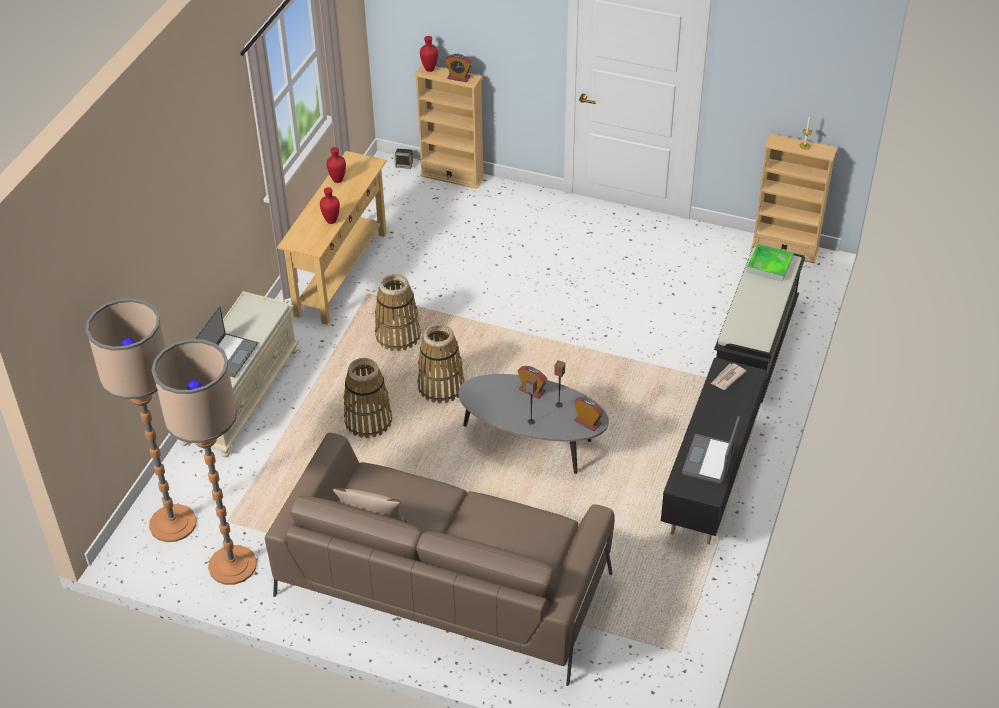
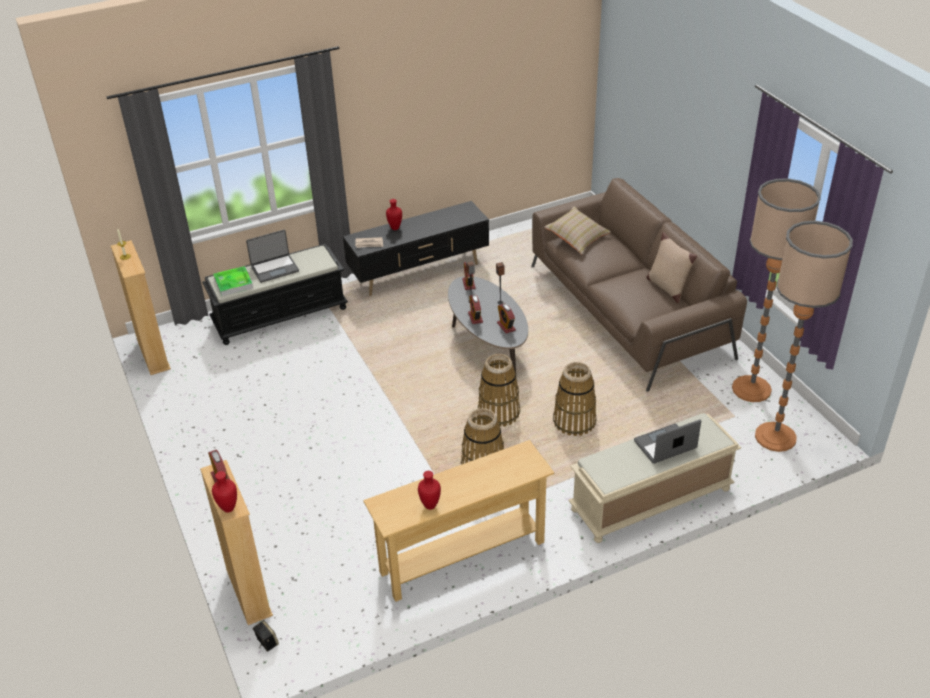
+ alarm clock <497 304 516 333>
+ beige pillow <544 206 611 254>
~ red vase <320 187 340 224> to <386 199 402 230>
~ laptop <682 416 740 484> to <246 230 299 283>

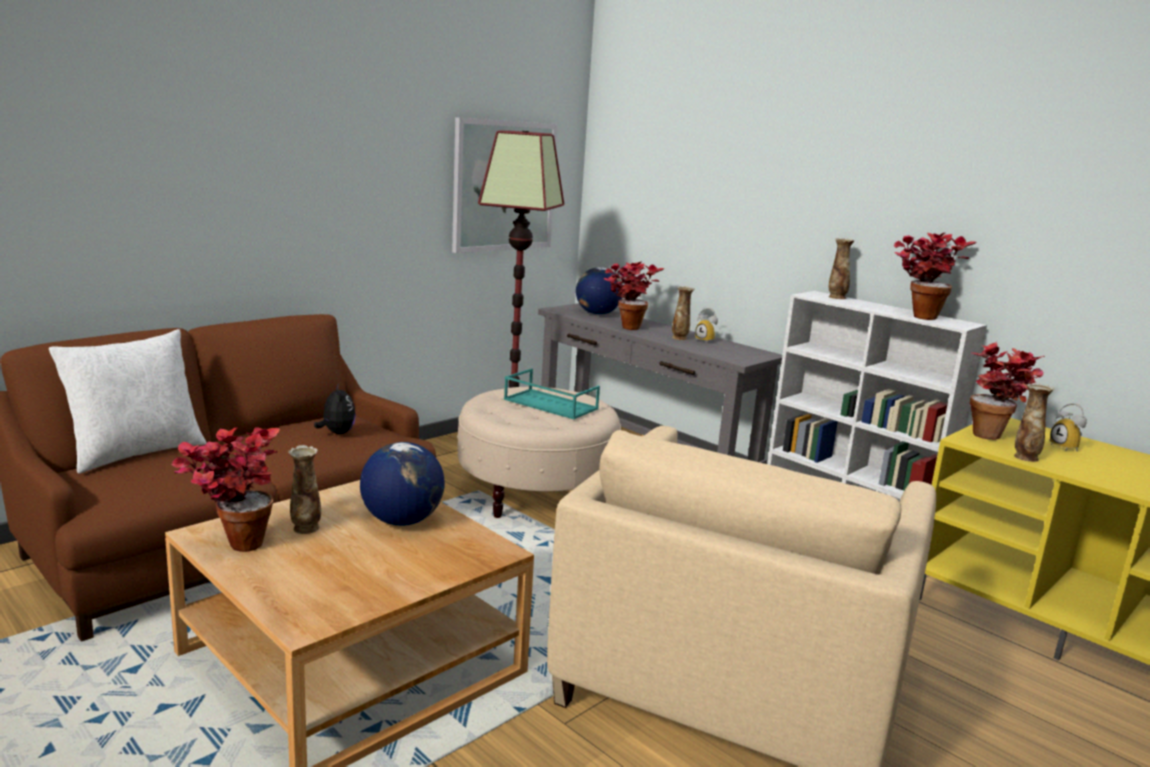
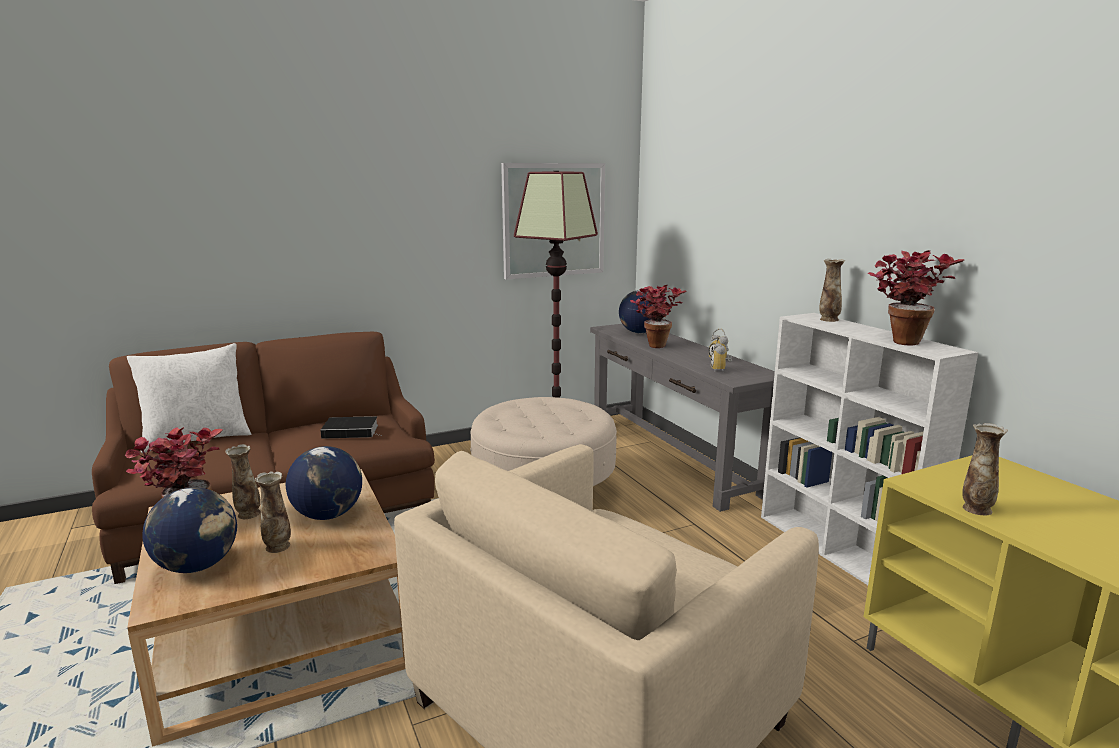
- turquoise tray <504 369 600 419>
- potted plant <970 342 1046 440>
+ globe <143 487 237 573>
~ vase <672 286 695 340> to <255 471 291 553>
~ alarm clock <1050 403 1087 451> to <711 337 732 373>
~ plush toy <314 384 356 434> to book <320 416 380 439>

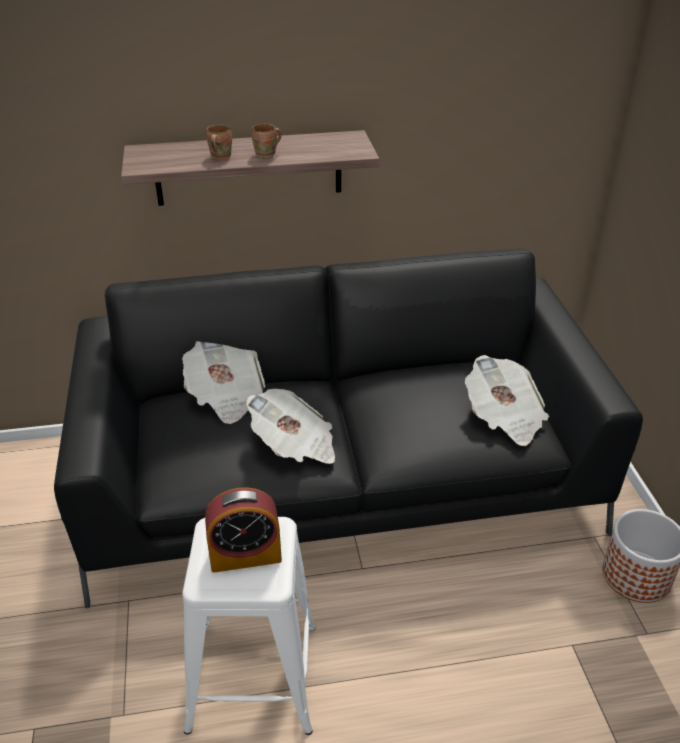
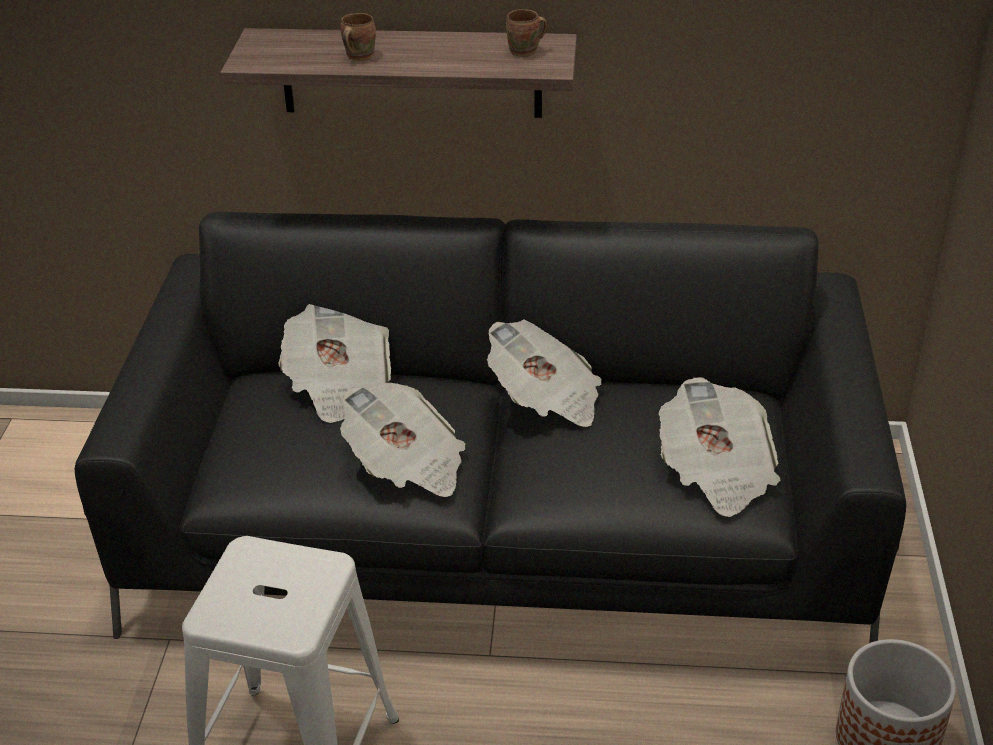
- alarm clock <205 487 282 573>
+ newspaper <487 319 602 427>
~ brown mug <252 123 282 158> to <506 9 548 57>

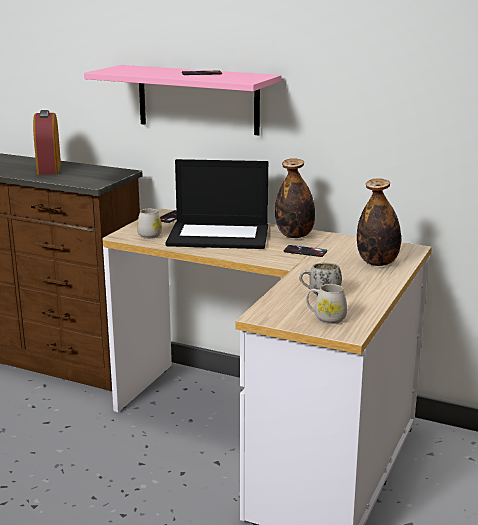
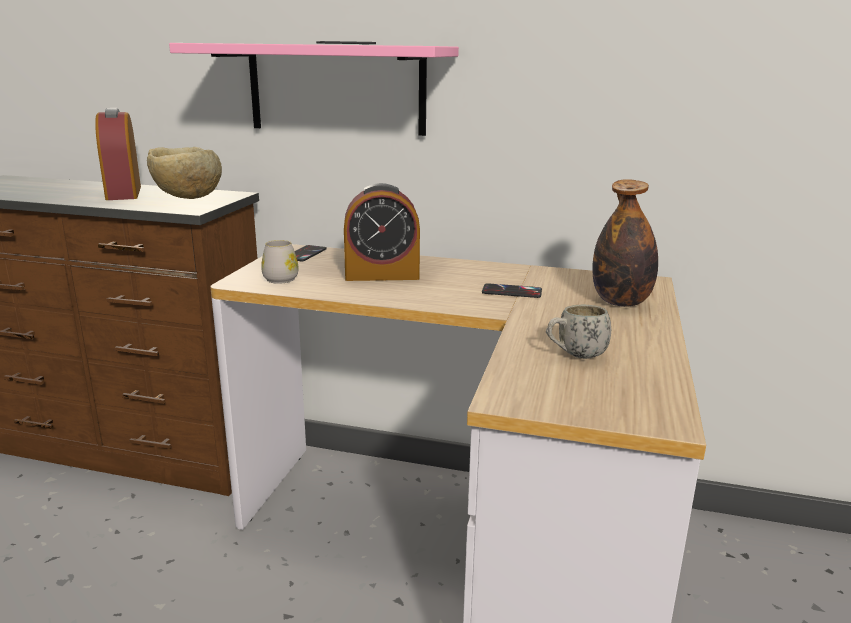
- bottle <275 158 315 238>
- white mug <306 284 347 324>
+ beige bowl <147 147 222 199>
~ laptop <166 159 268 249> to alarm clock <344 183 420 281>

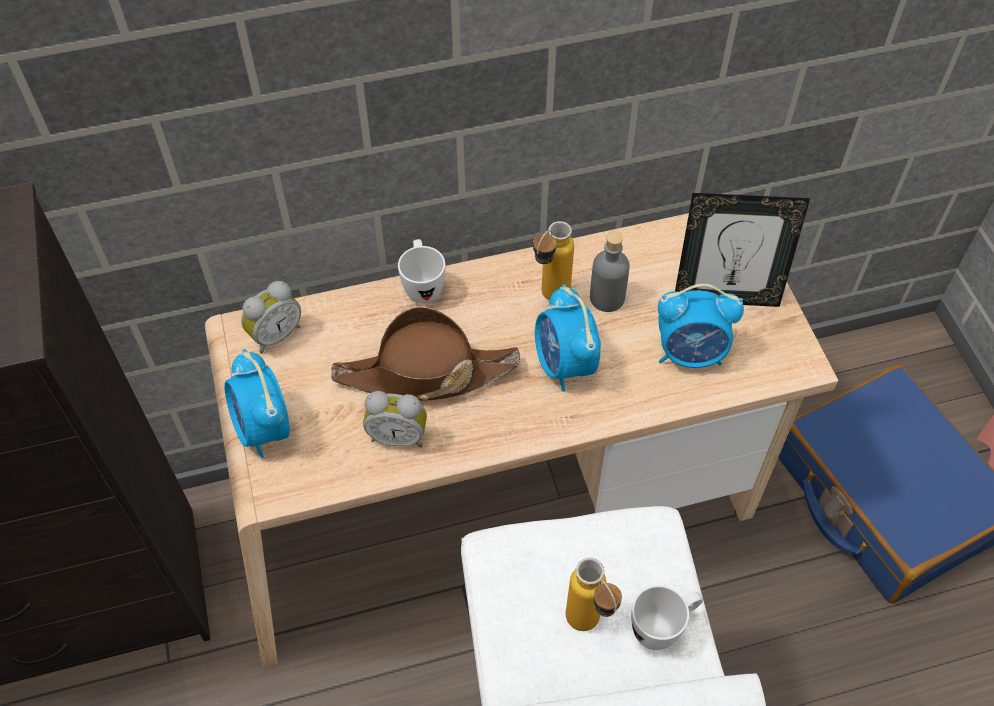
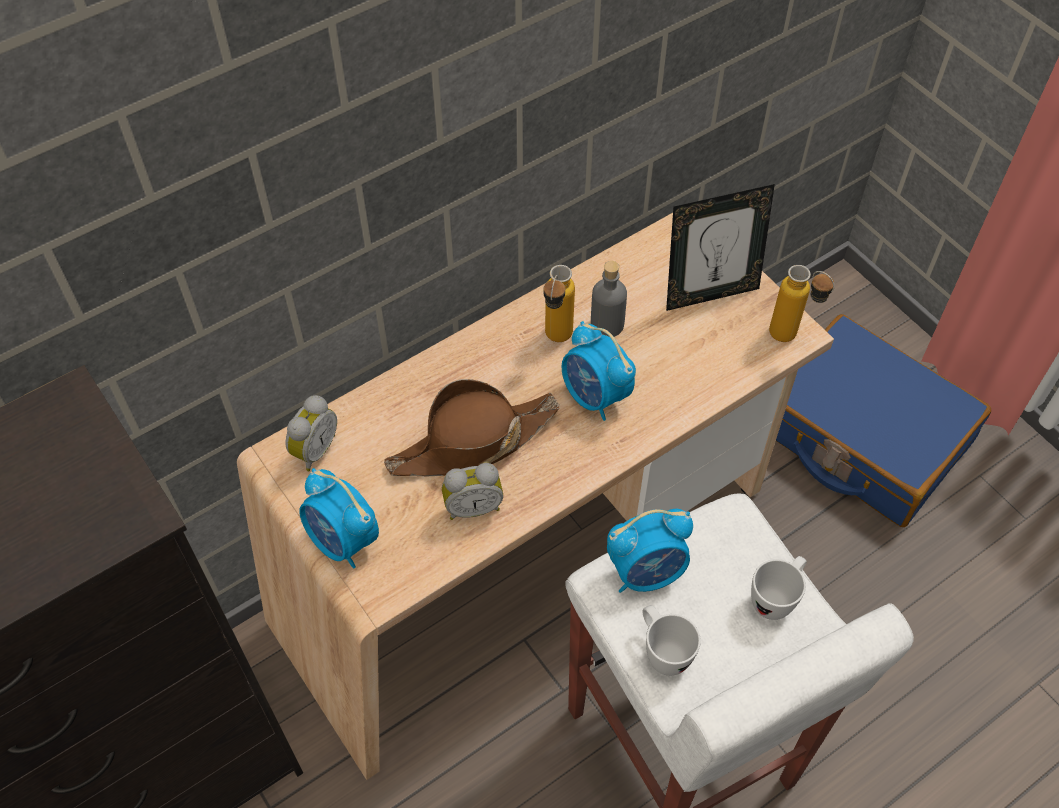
~ white mug <398 239 446 304> to <642 605 701 676>
~ bottle <566 558 622 631> to <769 265 835 342>
~ alarm clock <658 284 744 368> to <607 509 693 593>

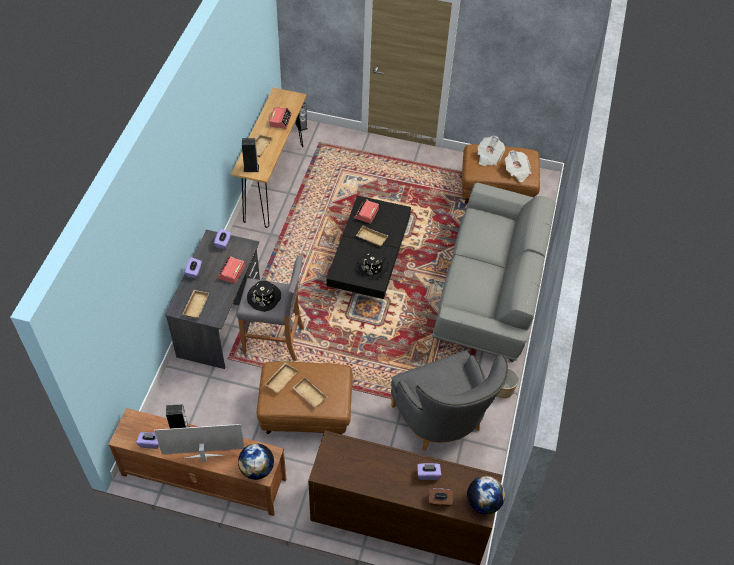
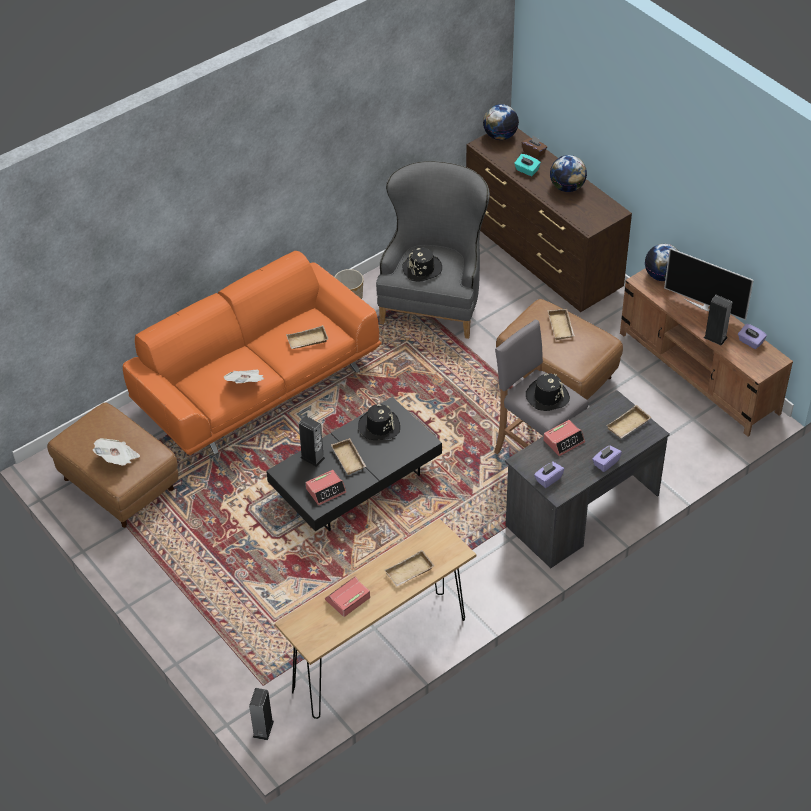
+ black hat <402 247 442 282>
+ globe <550 155 587 192>
~ speaker <242 138 259 172> to <299 416 325 467>
~ beige tray <264 363 298 393> to <286 325 328 349>
~ newspaper <505 150 532 182> to <224 369 264 383>
~ purple tissue box <417 463 441 480> to turquoise tissue box <514 154 541 176>
~ grey sofa <432 183 556 362> to orange sofa <123 251 382 455>

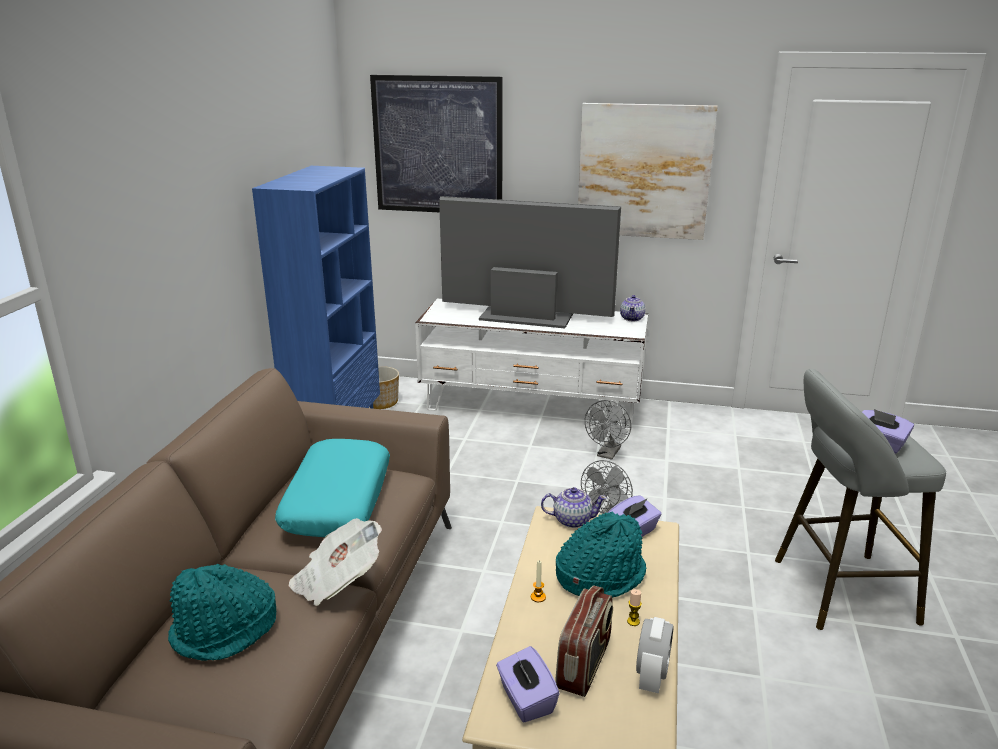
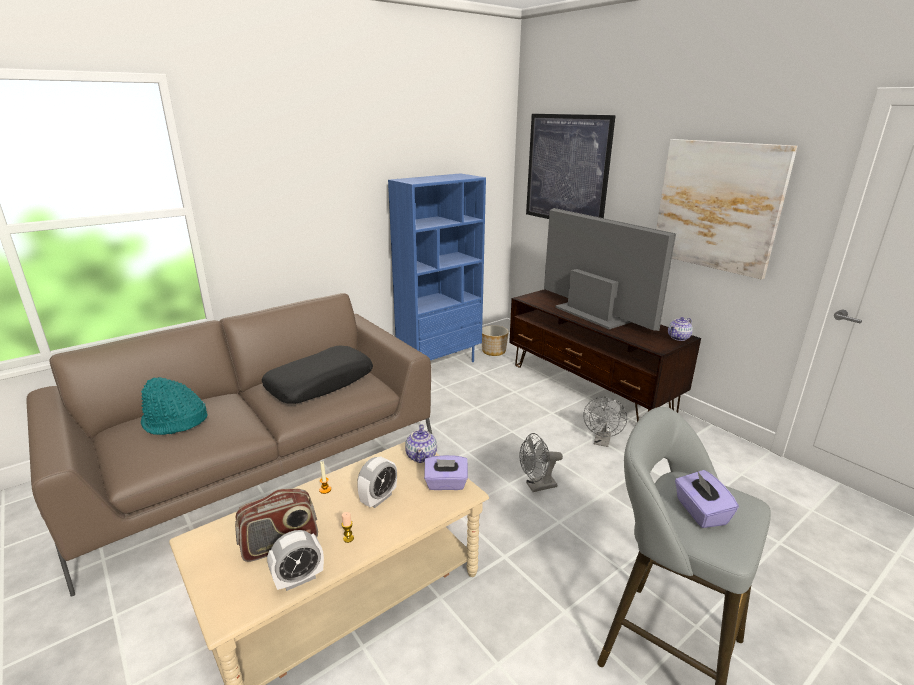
- newspaper <289 518 382 606>
- purple tissue box <496 646 560 722>
~ turquoise hat <556 511 646 598> to alarm clock <357 456 397 508>
~ turquoise pillow <275 439 390 537> to black pillow <262 346 373 404>
~ white tv stand <415 299 648 430> to brown tv stand <509 289 701 422>
~ teapot <541 487 607 528> = <405 424 437 463> 45 degrees clockwise
~ grey fan <585 400 631 460> = <584 397 627 447> 45 degrees counterclockwise

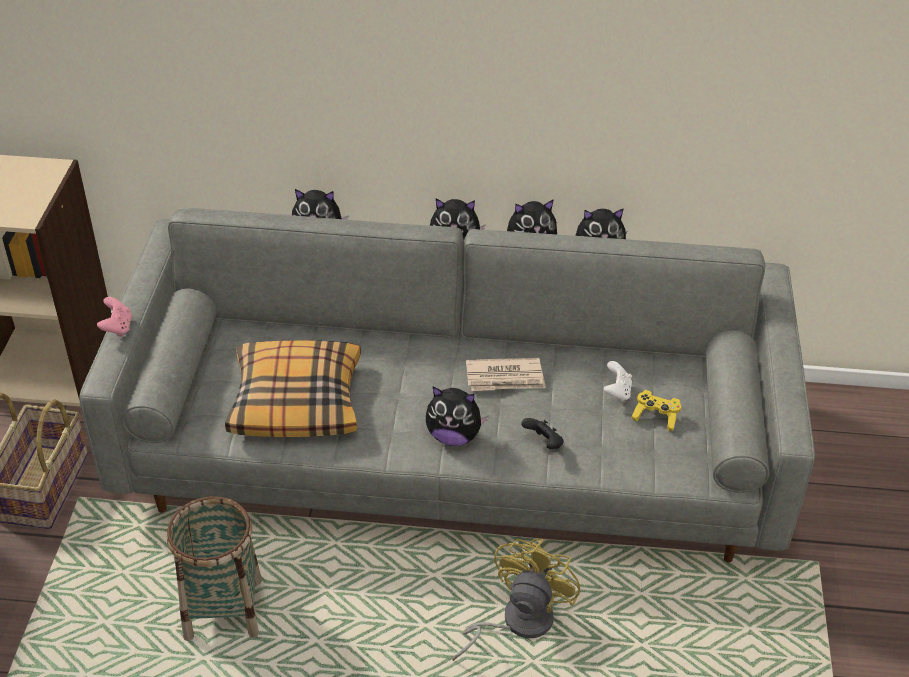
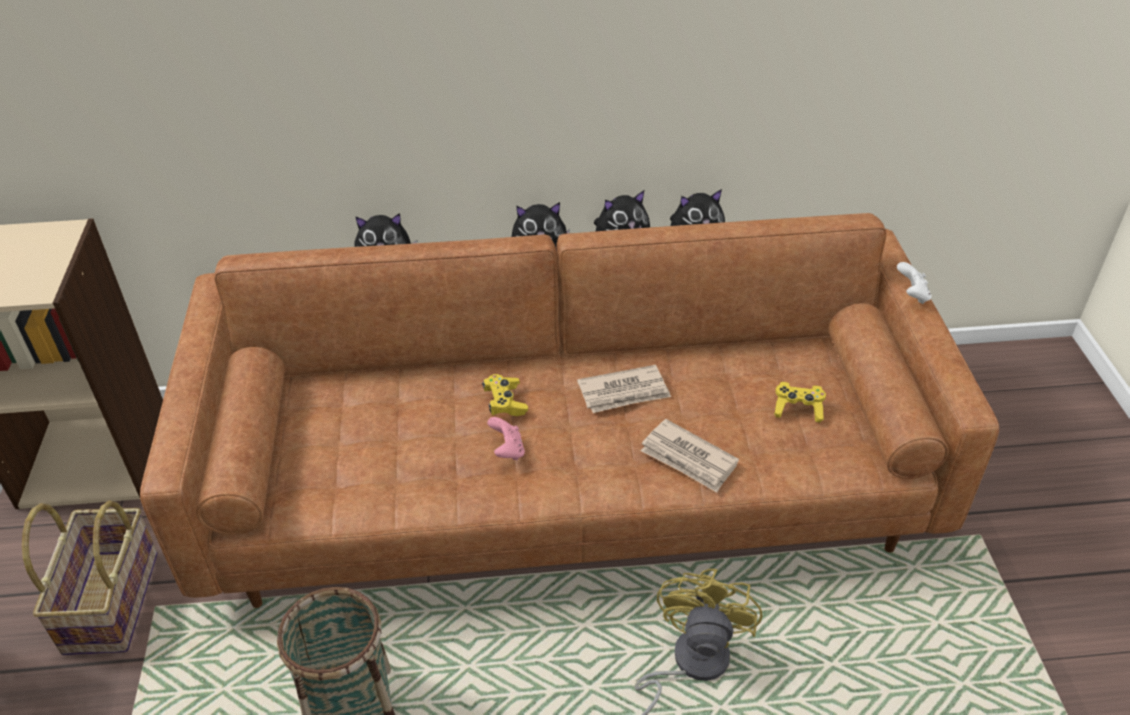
- pillow <225 340 361 437>
- plush toy <426 386 489 446>
+ yellow game controller <482 374 528 416>
~ pink game controller <97 297 132 337> to <487 417 525 460>
~ white game controller <604 361 632 402> to <897 262 931 304>
~ black game controller <521 418 564 449> to newspaper <641 419 739 493>
~ grey sofa <79 207 815 563> to brown sofa <140 213 999 608>

